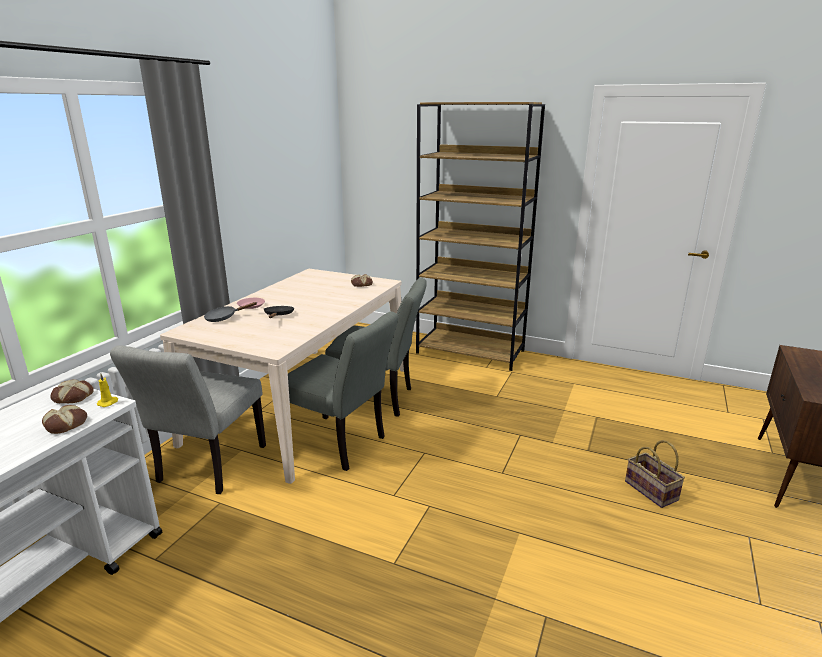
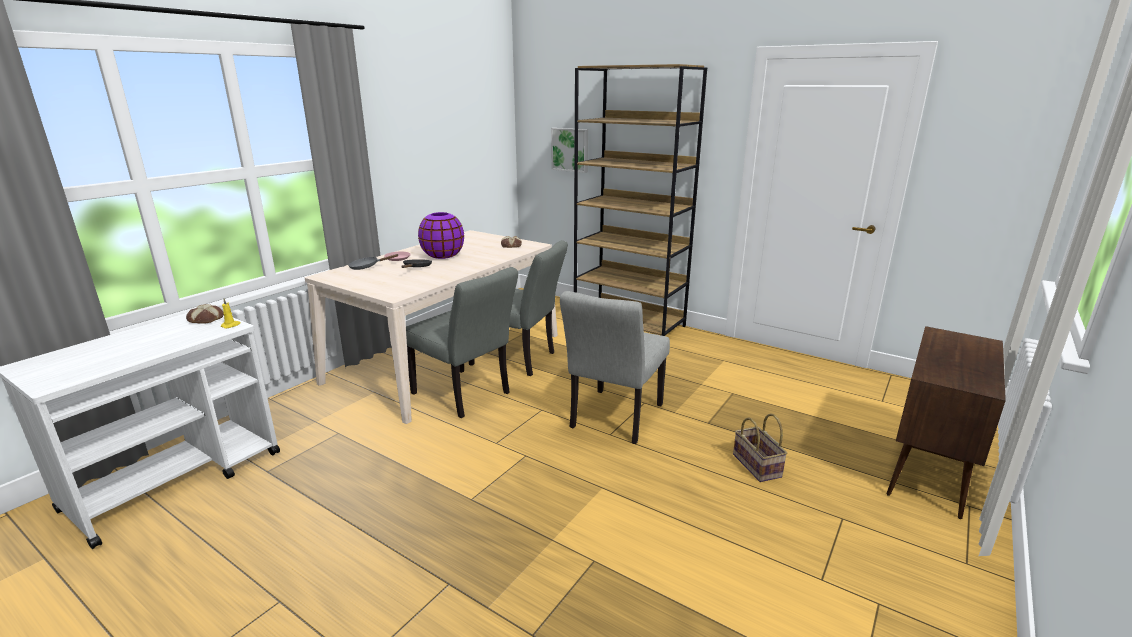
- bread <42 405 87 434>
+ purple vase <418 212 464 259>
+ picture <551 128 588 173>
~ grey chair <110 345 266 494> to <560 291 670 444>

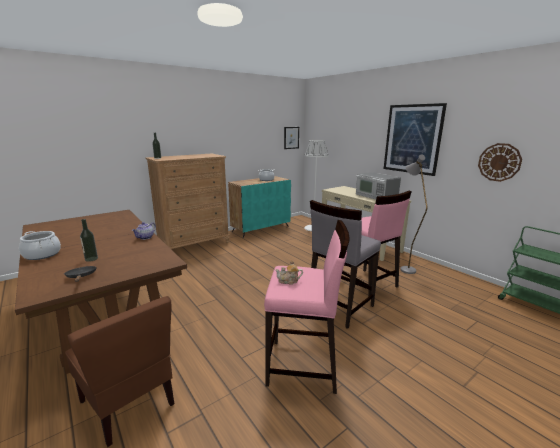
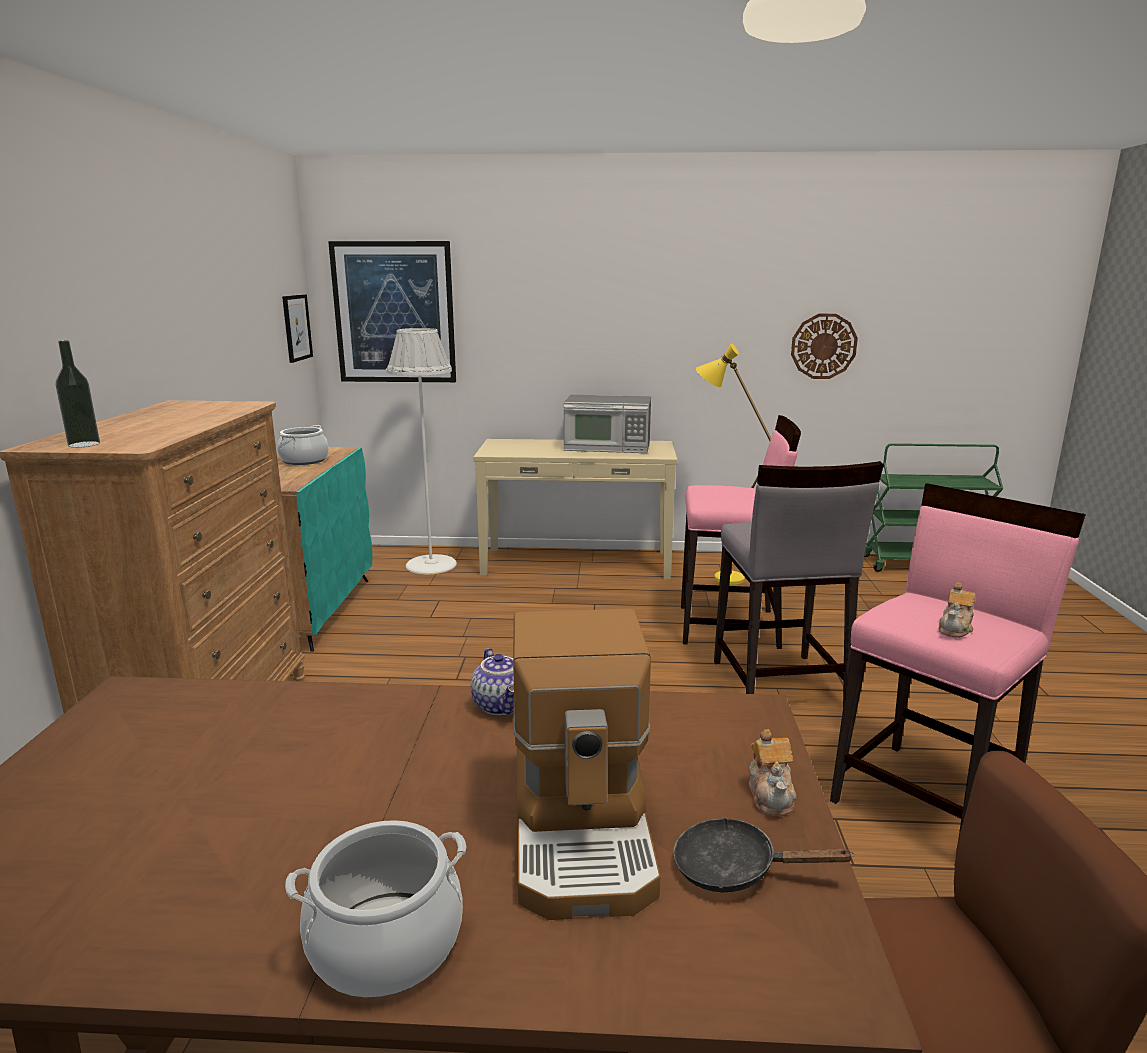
+ teapot <749 729 797 816>
~ picture <384 103 447 176> to <328 241 456 382>
~ bottle <80 219 98 262> to coffee machine <513 609 661 920>
~ grey floor lamp <400 154 428 274> to yellow floor lamp <696 343 771 585>

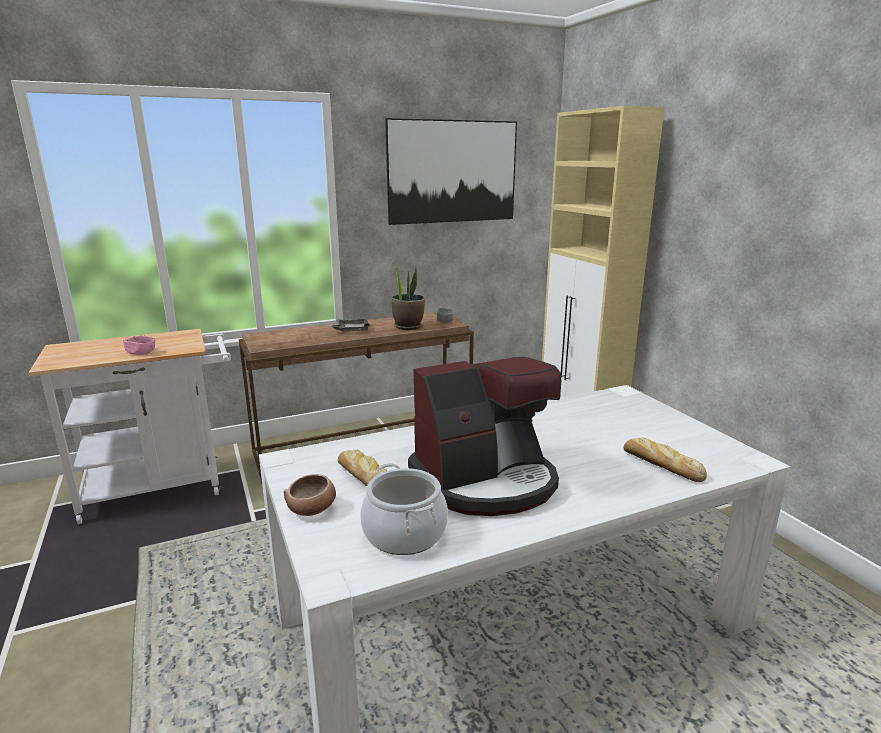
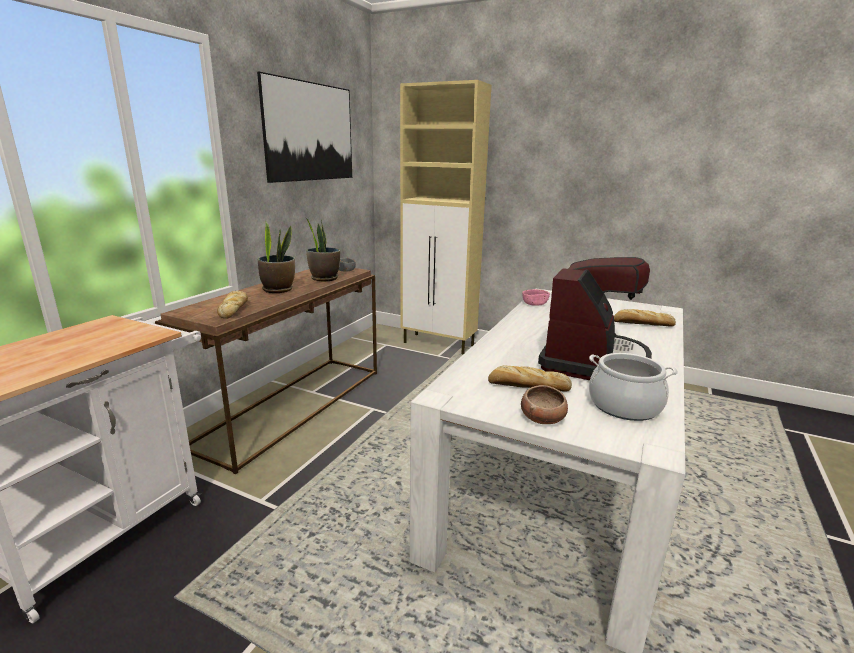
+ bread <217 291 248 319>
~ pink bowl <123 336 155 355> to <522 289 550 306>
~ grey tray <329 318 370 331> to potted plant <258 222 295 293>

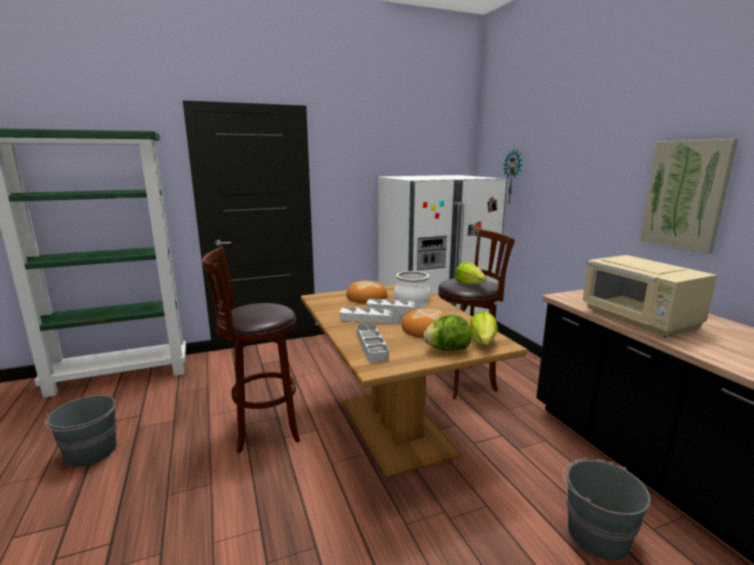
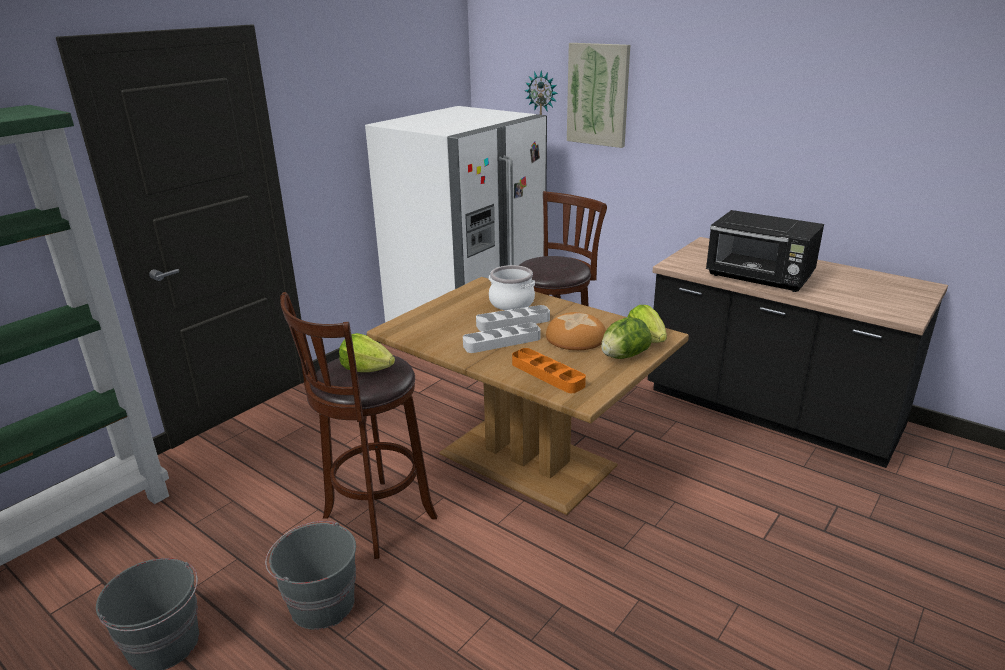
- bread <346 281 387 303>
~ lettuce <455 262 486 285> to <339 333 395 372>
~ grey bucket <563 458 651 561> to <265 521 356 630>
~ picture <640 139 738 254> to <567 43 630 148>
~ grey tray <357 323 389 362> to orange tray <512 348 586 393>
~ beige microwave <582 255 717 337> to black microwave <706 210 824 292>

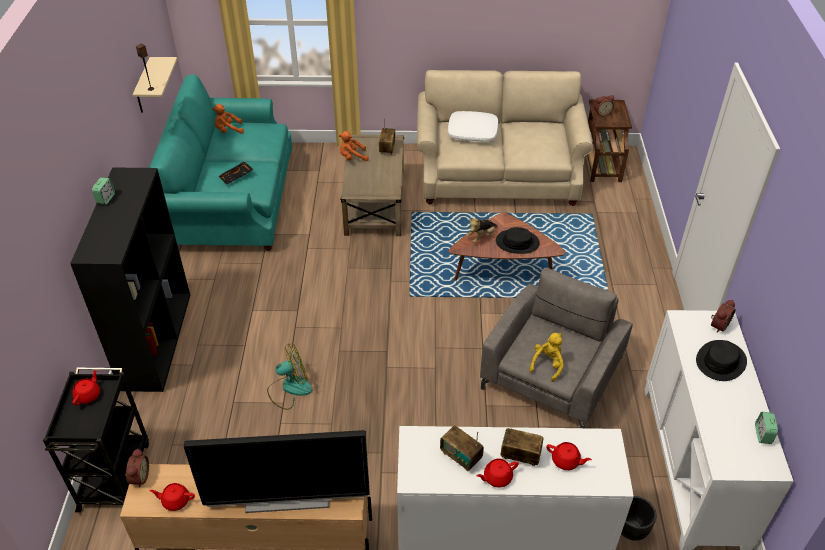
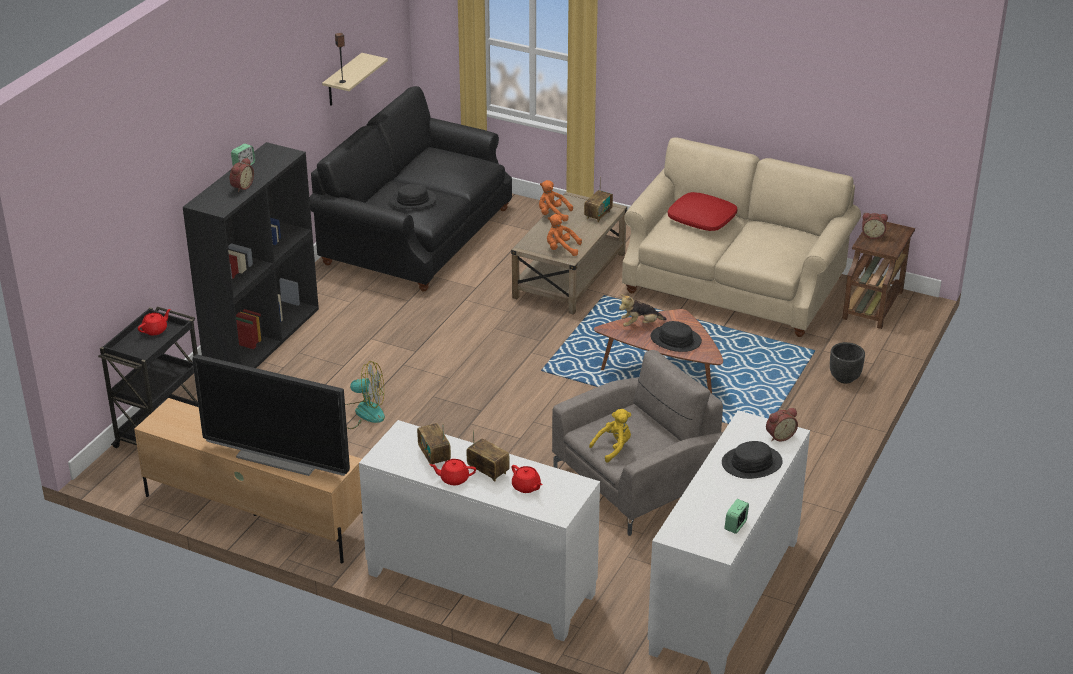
- red teapot <149 483 195 511>
~ alarm clock <125 448 149 488> to <230 157 254 192>
~ orange plush toy <212 104 244 134> to <547 214 582 256>
~ black planter <621 496 657 541> to <830 342 865 384>
~ black tray <219 161 253 184> to black hat <389 184 437 209>
~ turquoise sofa <149 74 292 251> to black sofa <310 86 512 291>
~ white pillow <448 111 498 142> to red pillow <668 192 737 231>

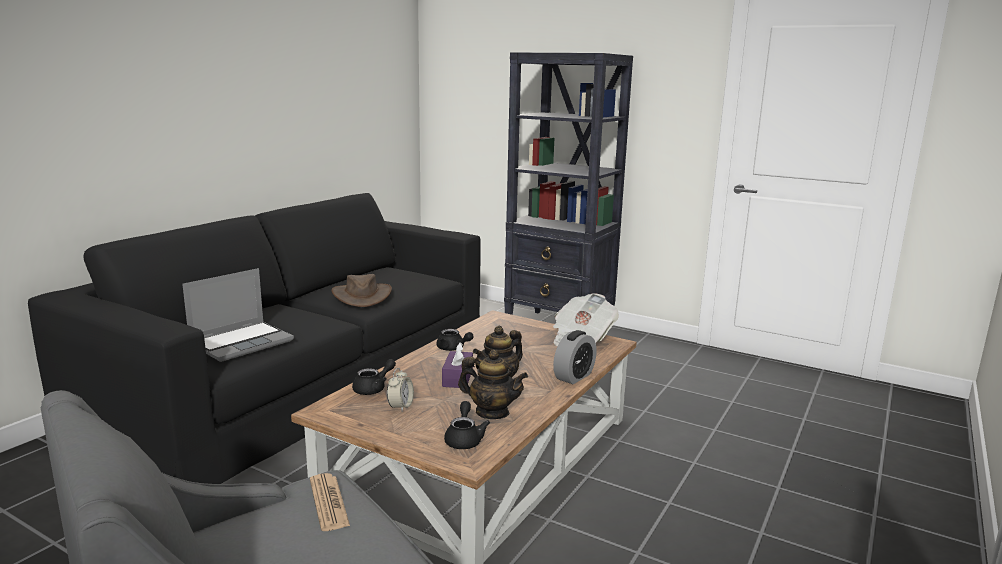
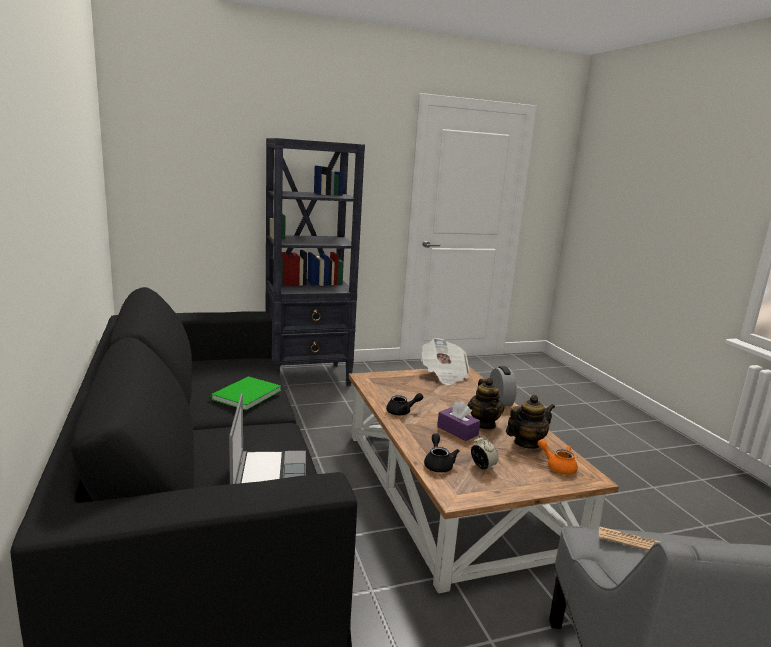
~ brown hat <331 274 392 307> to green book <210 377 281 410>
~ black teapot <444 401 490 449> to orange teapot <538 439 578 475>

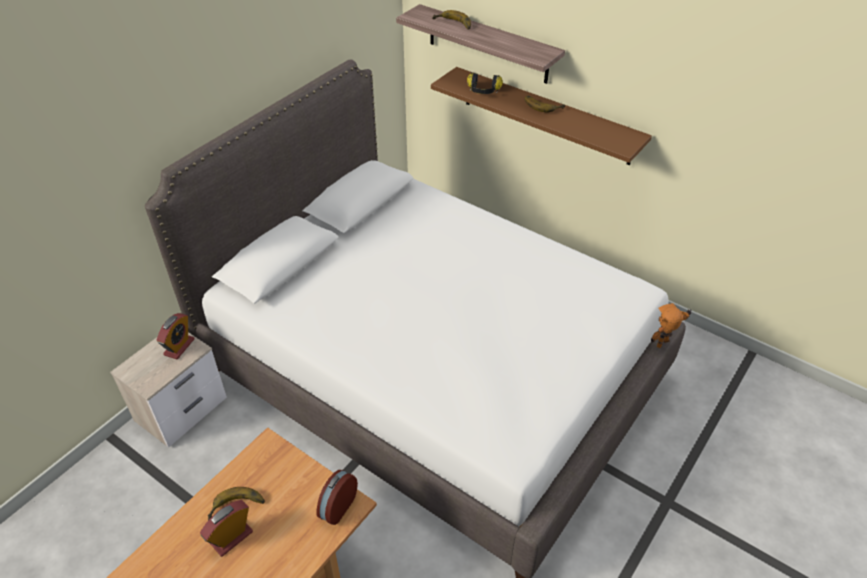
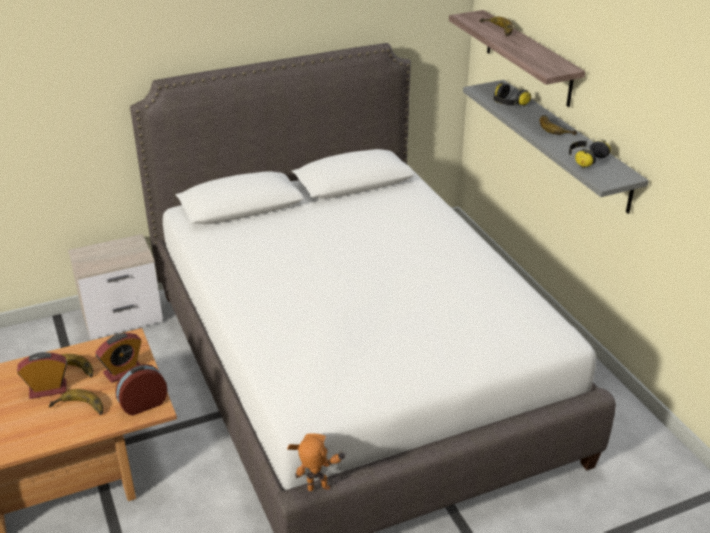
+ banana <49 389 103 415>
+ headphones <569 138 611 169>
~ alarm clock <157 313 194 359> to <95 333 142 383>
~ toy robot <651 303 692 348> to <287 433 347 491>
~ brown shelf <431 67 652 165> to grey shelf <463 80 649 214>

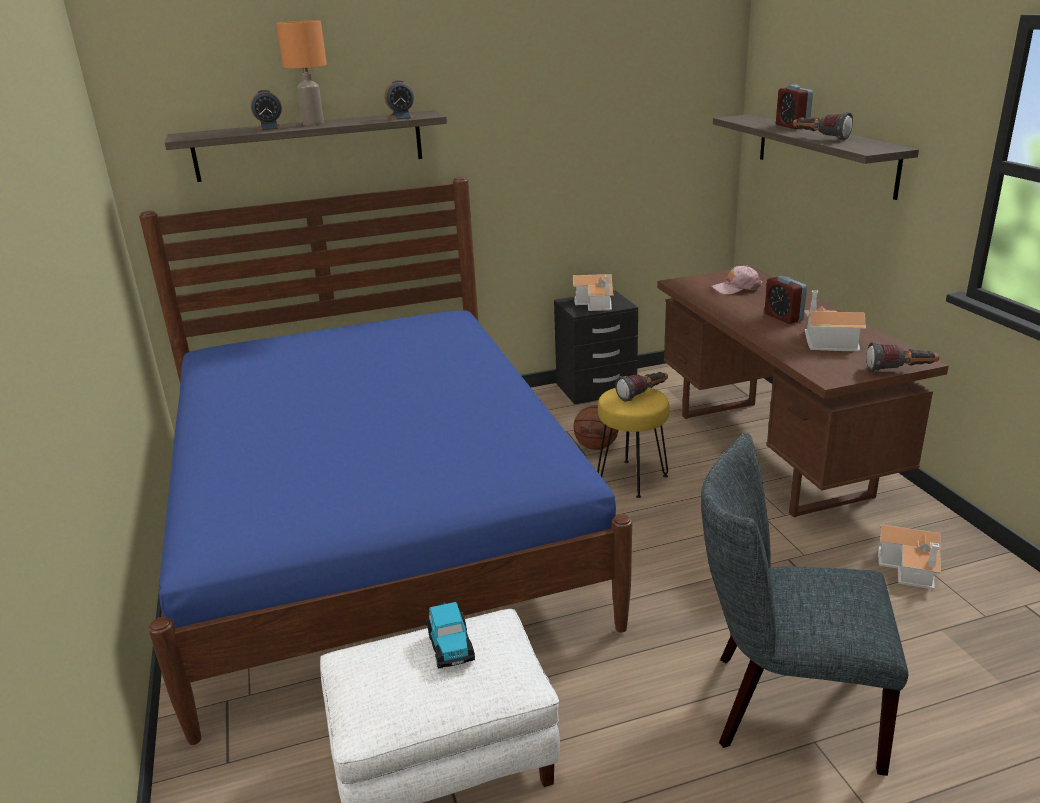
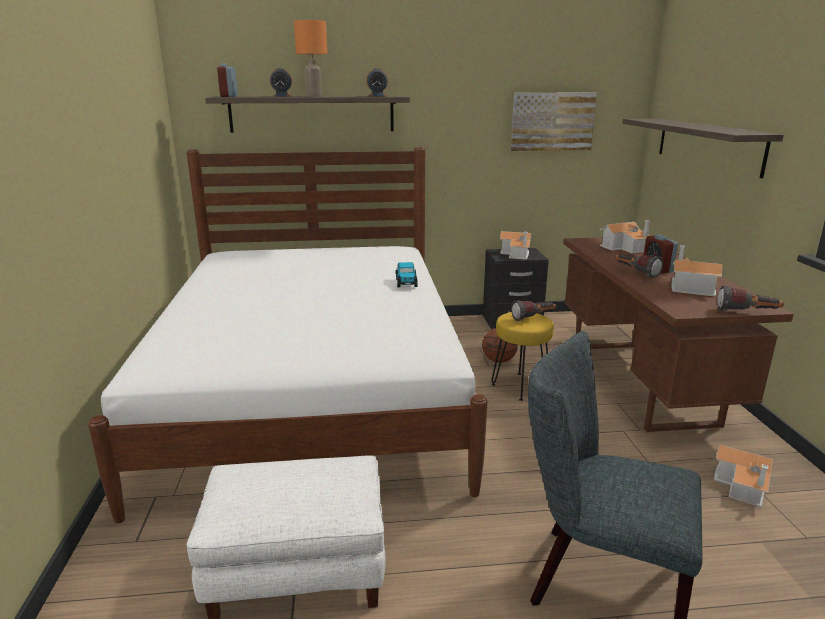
+ picture <511 93 597 151>
~ toy car <426 602 475 669> to <396 262 418 287>
~ alarm clock <776 85 813 129> to <217 63 238 97>
~ flashlight <793 112 853 141> to <615 254 663 278>
~ pink cap <711 265 763 295> to toy house <600 220 651 254>
~ blue bed <139 177 632 745> to white bed <88 147 487 524>

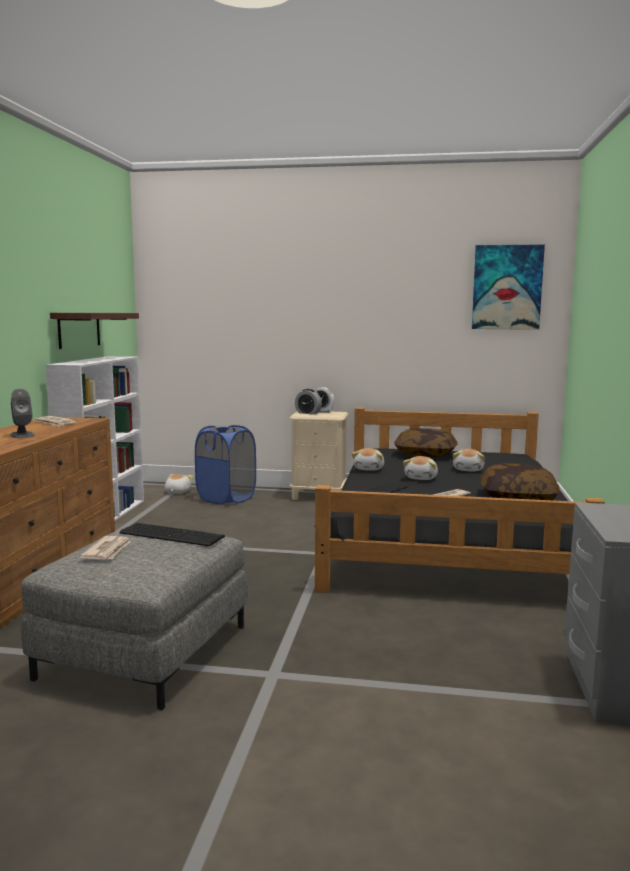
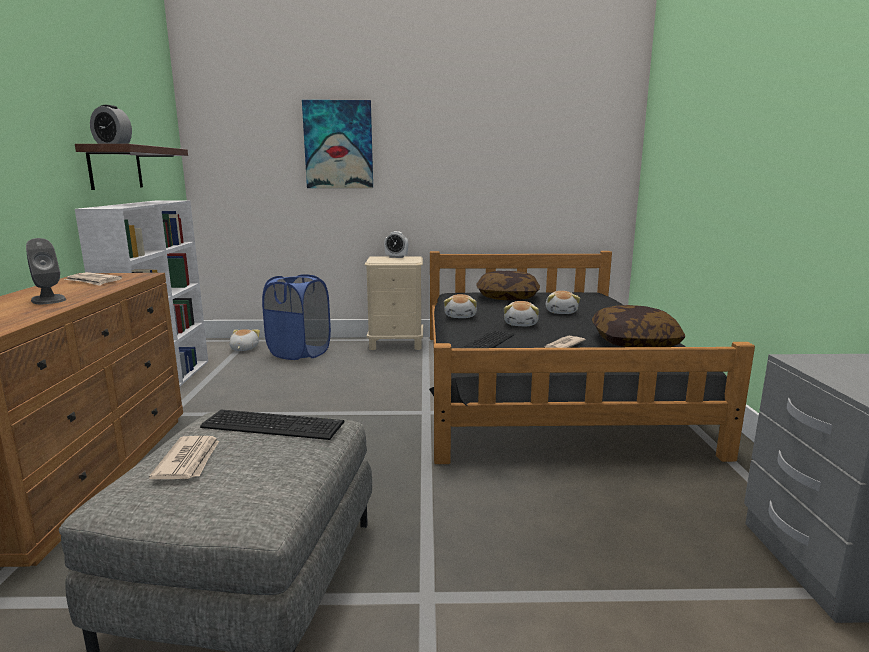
~ alarm clock <295 389 322 415> to <90 105 132 144>
~ picture <472 244 545 330> to <302 100 373 188>

